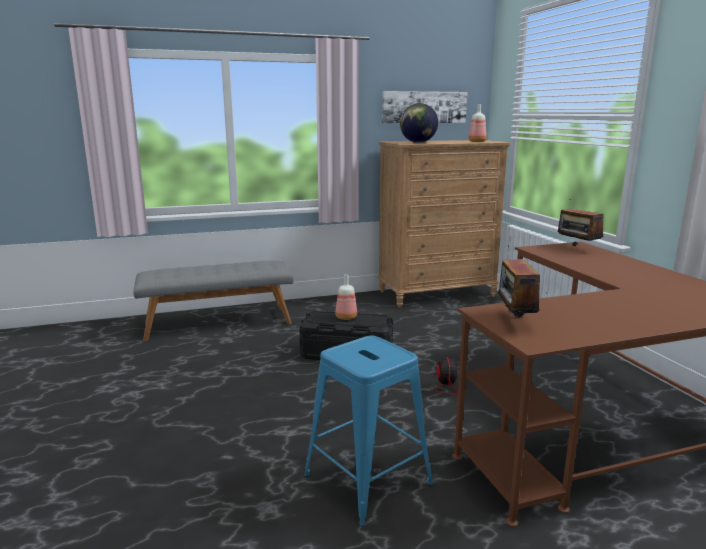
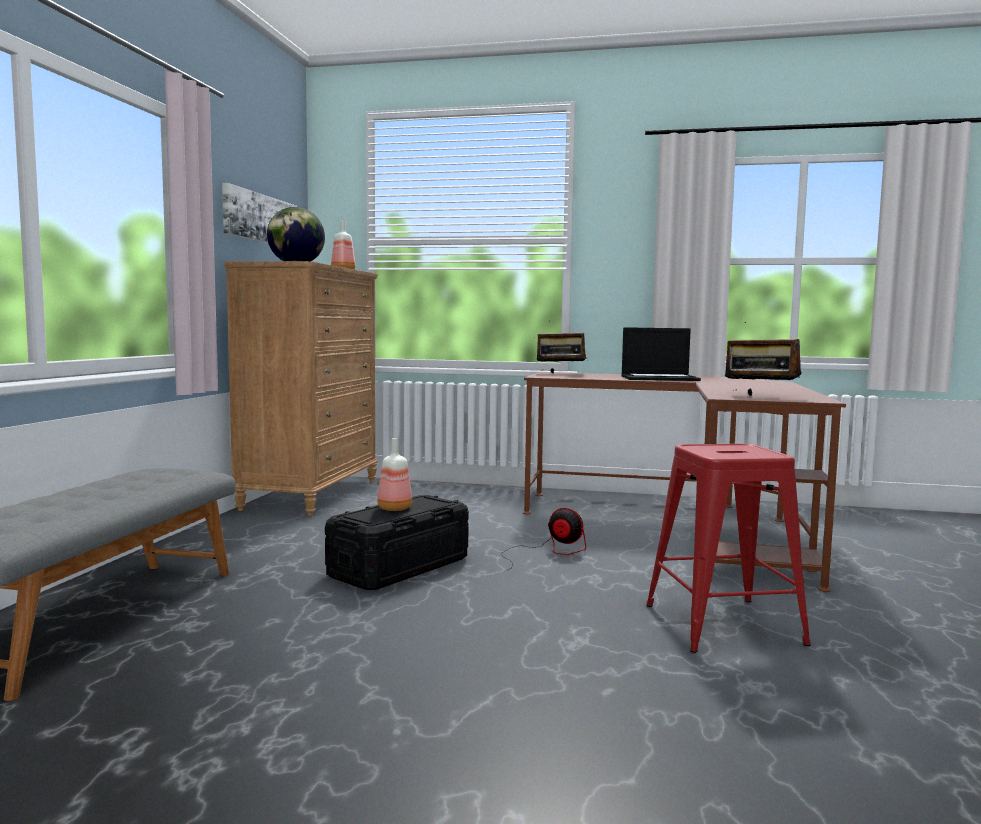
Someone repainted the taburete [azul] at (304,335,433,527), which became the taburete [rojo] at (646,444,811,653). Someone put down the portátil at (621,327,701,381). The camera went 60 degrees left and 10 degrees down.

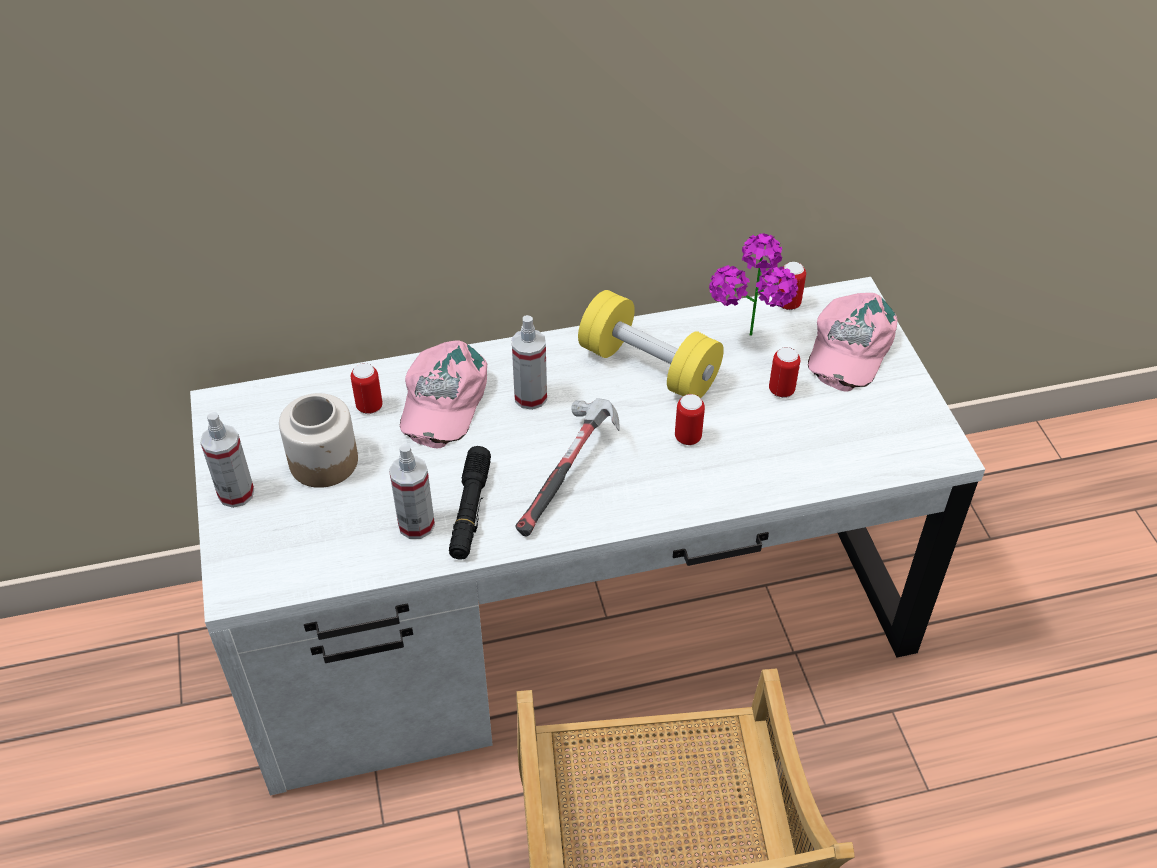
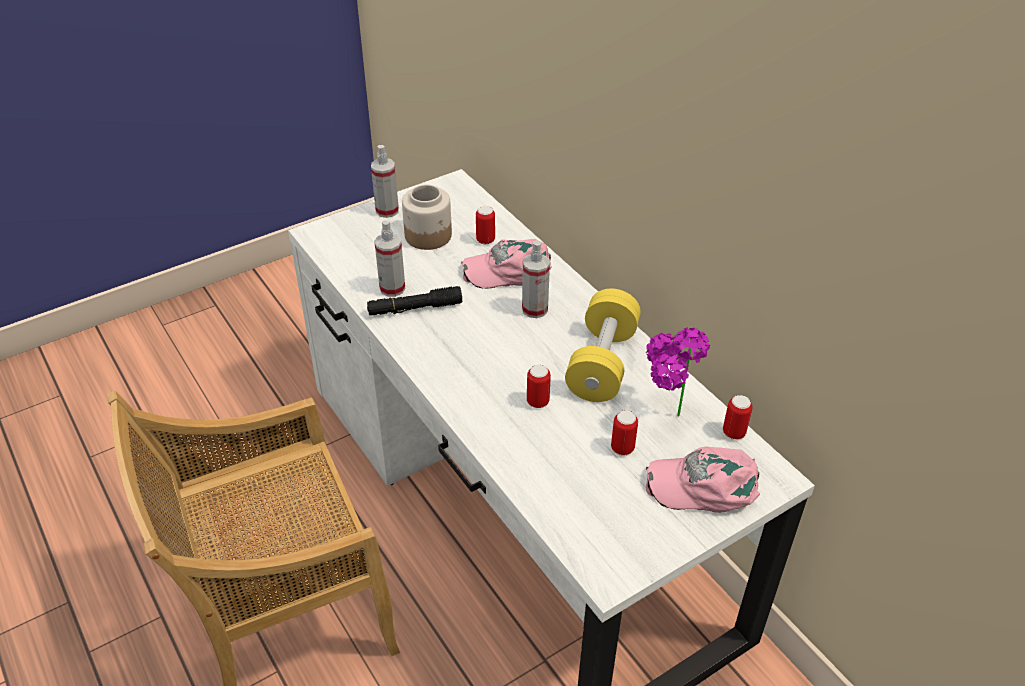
Someone took away the martillo at (515,398,619,537). The camera went 70 degrees right and 5 degrees down.

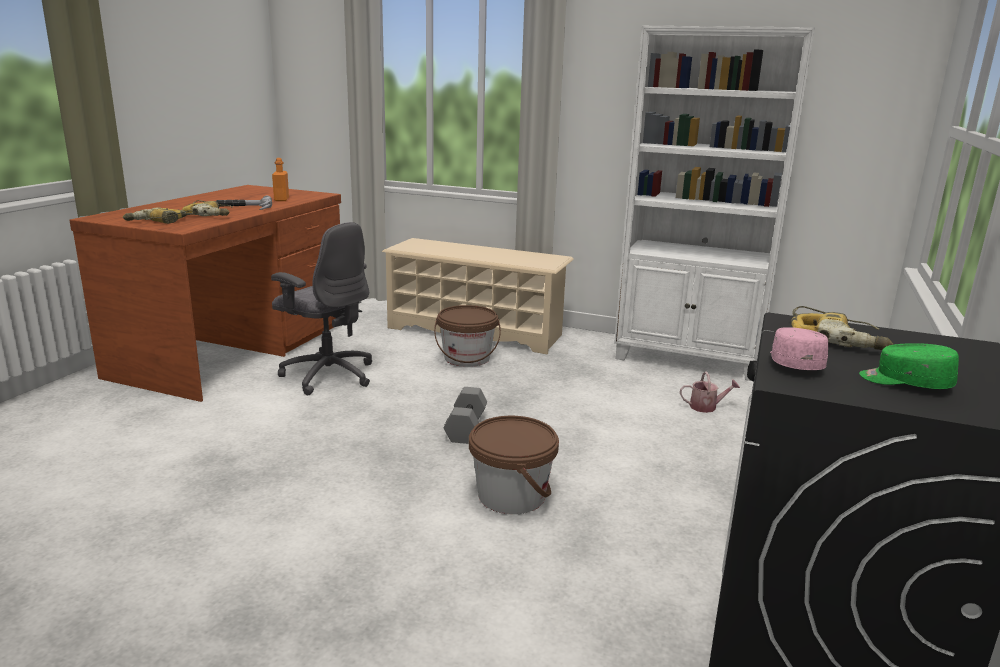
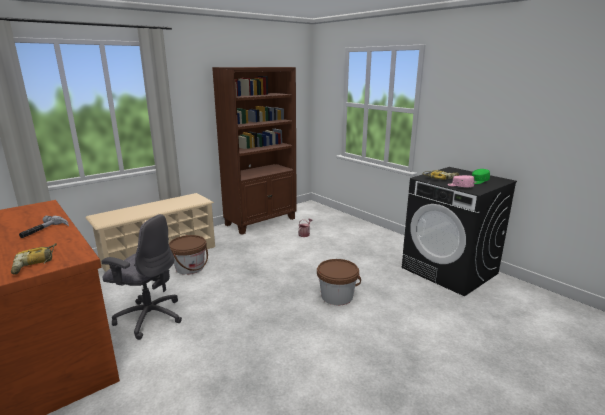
Someone took away the taladro at (182,200,233,216). Someone rotated the silla de oficina [gris] at (271,222,372,395) by 45 degrees clockwise. Someone took away the botella [naranja] at (272,158,289,201). Someone took away the mancuerna [gris] at (444,387,487,444). Someone repainted the estantería [blanco] at (614,26,815,381), which became the estantería [marrón] at (212,67,297,235). The camera went 60 degrees left and 0 degrees up.

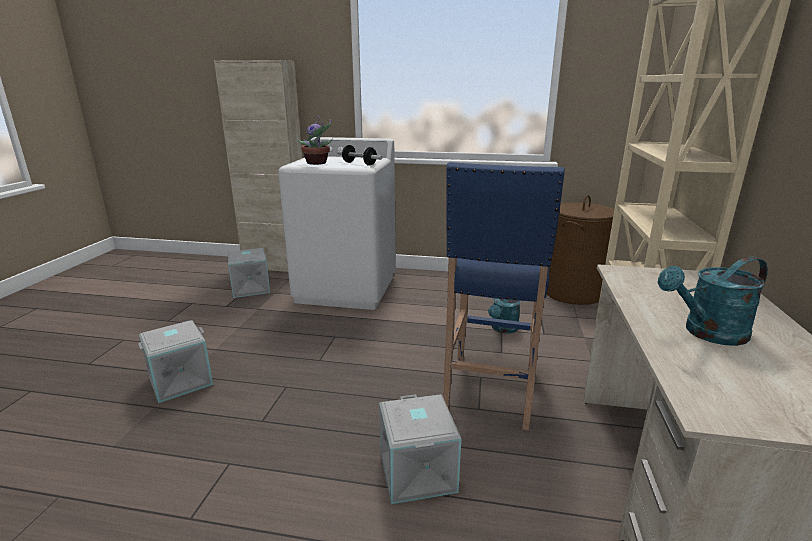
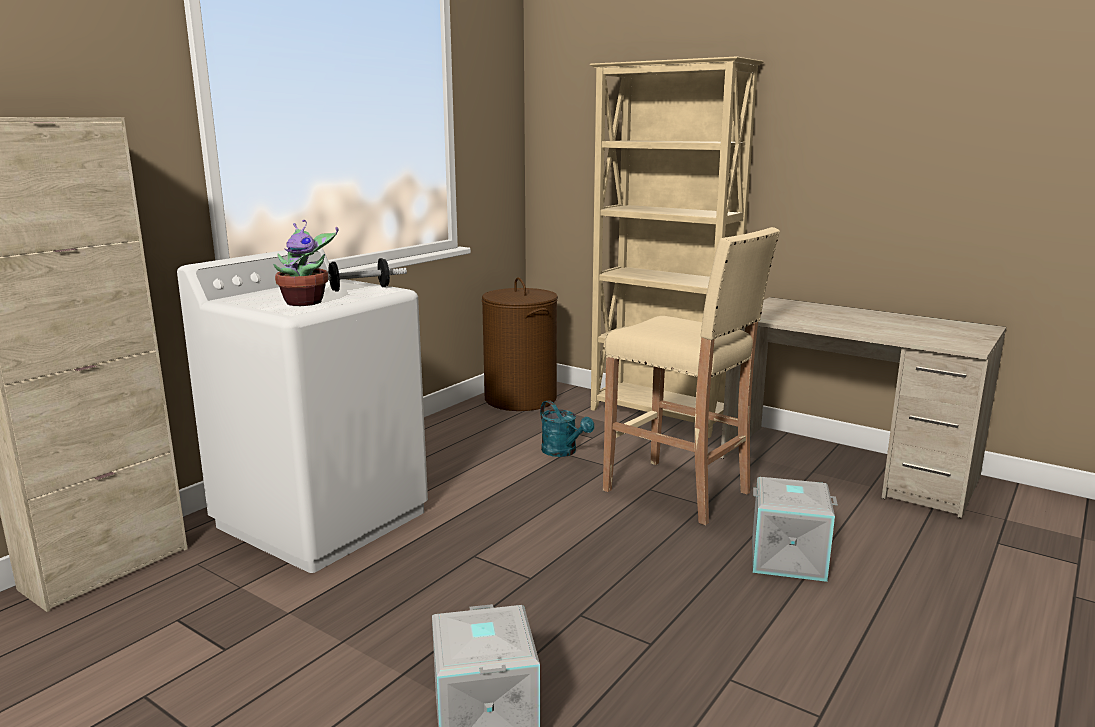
Someone took away the caja de almacenaje [gris] at (228,248,270,298). Someone repainted the taburete [azul] at (443,162,565,431), which became the taburete [beis] at (603,227,780,525). Someone took away the regadera [turquesa] at (658,256,768,346). The camera went 65 degrees left and 5 degrees down.

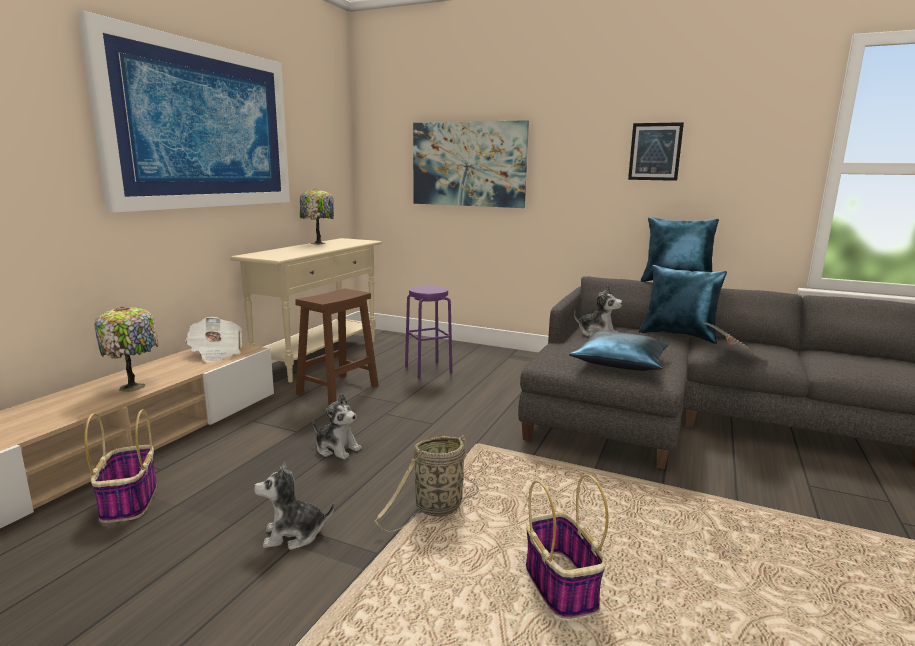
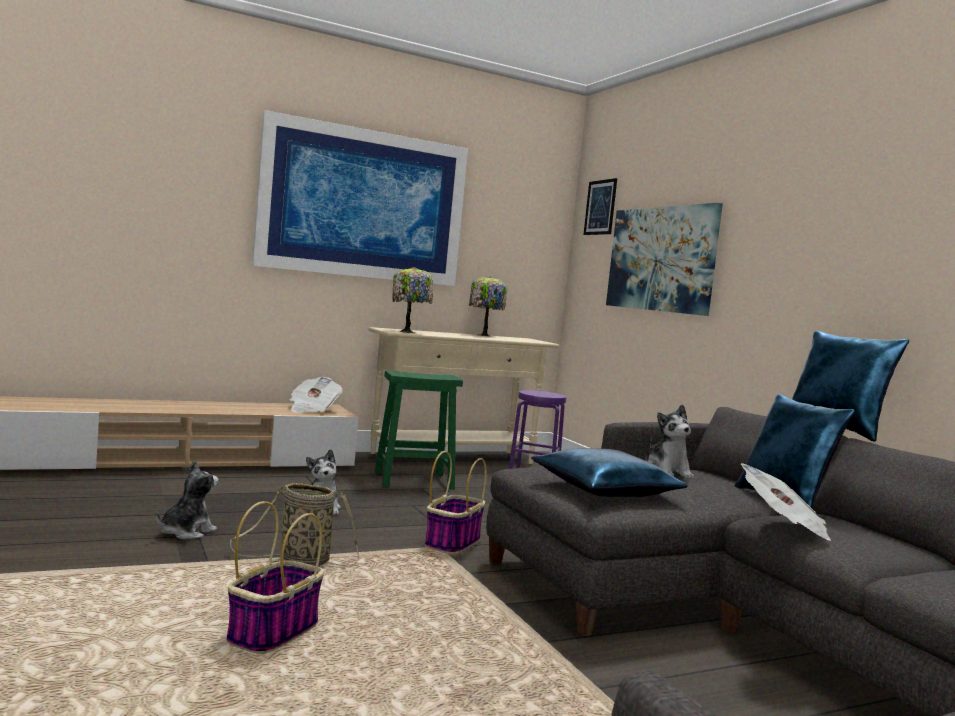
Someone carried the cesta from (84,409,157,523) to (425,451,487,555). Someone carried the lámpara de mesa from (94,307,159,392) to (393,267,433,333). Someone rotated the peluche at (254,462,335,550) by 90 degrees clockwise. Someone repainted the taburete [marrón] at (295,289,379,405), which became the taburete [verde] at (375,370,463,489). Someone carried the cuadro from (628,122,684,181) to (583,178,617,235). The camera went 40 degrees right and 10 degrees down.

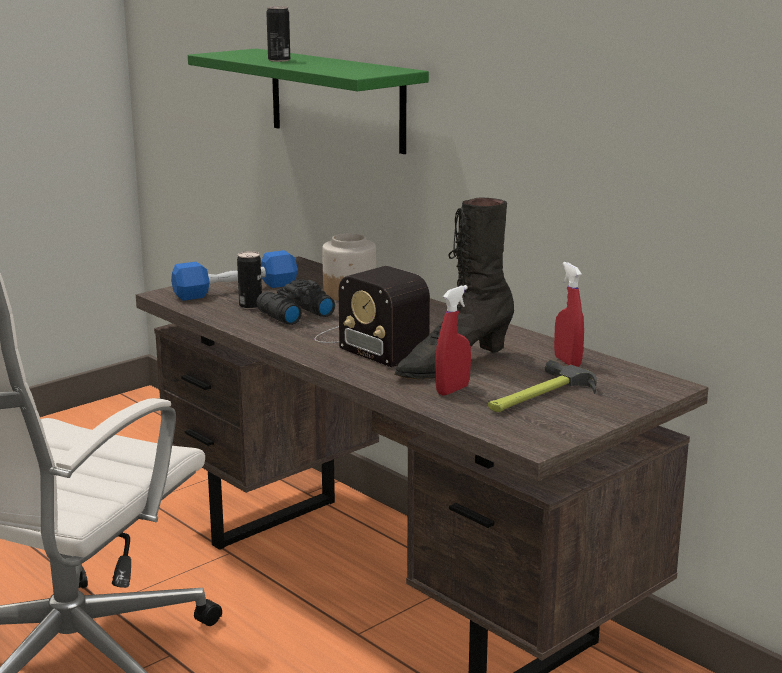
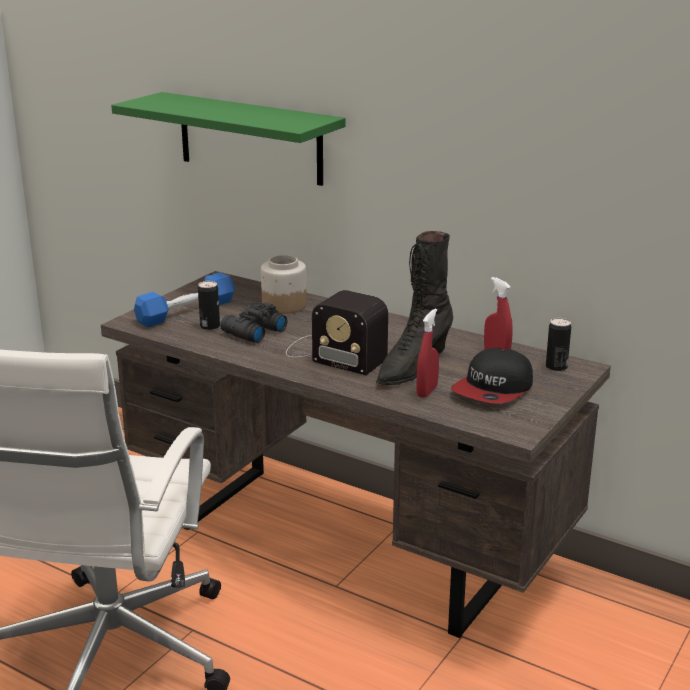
Someone carried the lata from (266,6,290,62) to (546,318,571,372). Someone swapped the martillo at (488,360,597,412) for the gorra at (451,348,533,404). The camera went 15 degrees left and 5 degrees up.

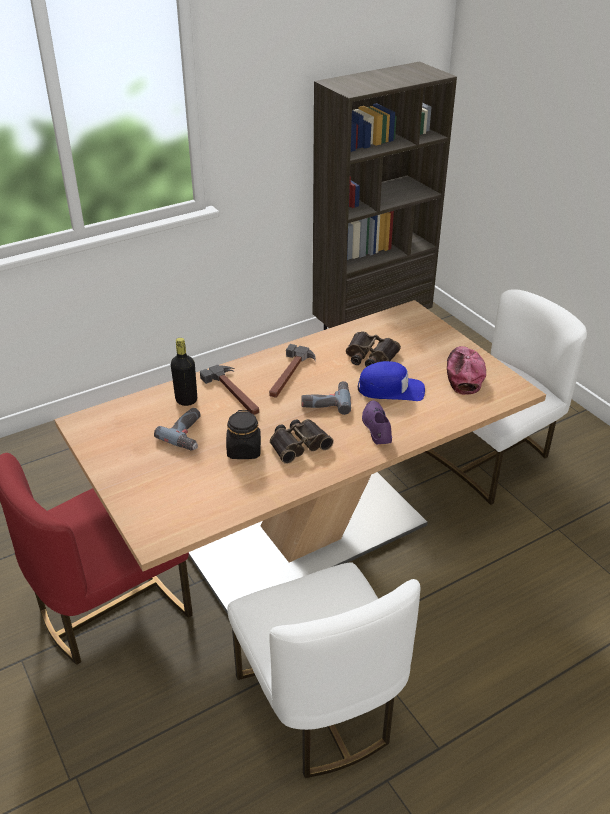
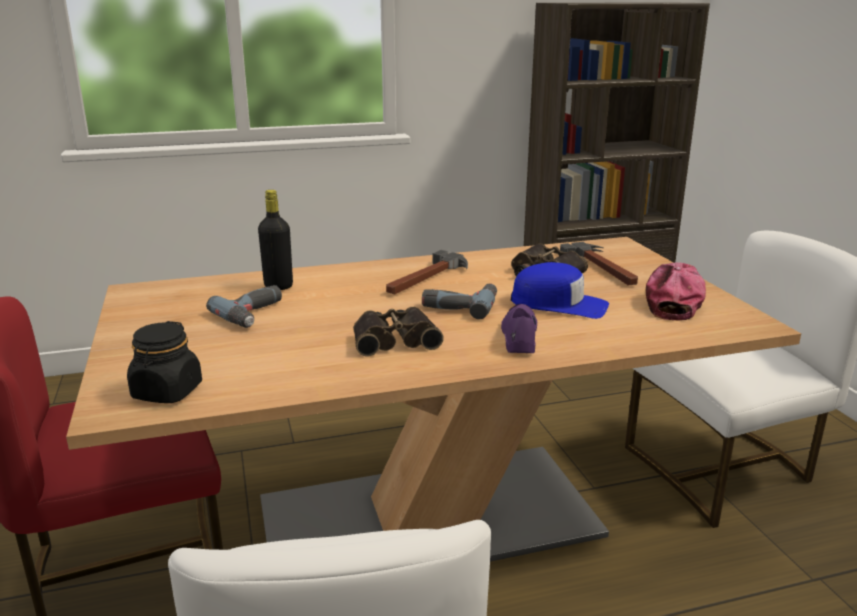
Someone carried the martillo from (200,365,259,415) to (560,242,638,286). Someone carried the tarro [negro] from (226,410,261,459) to (127,321,202,403). The camera went 15 degrees right and 15 degrees down.

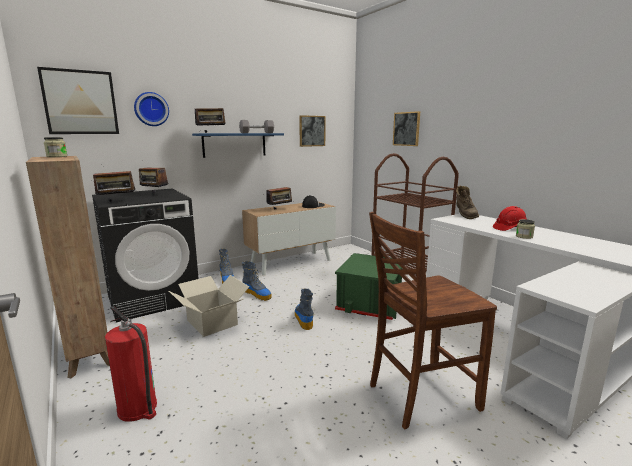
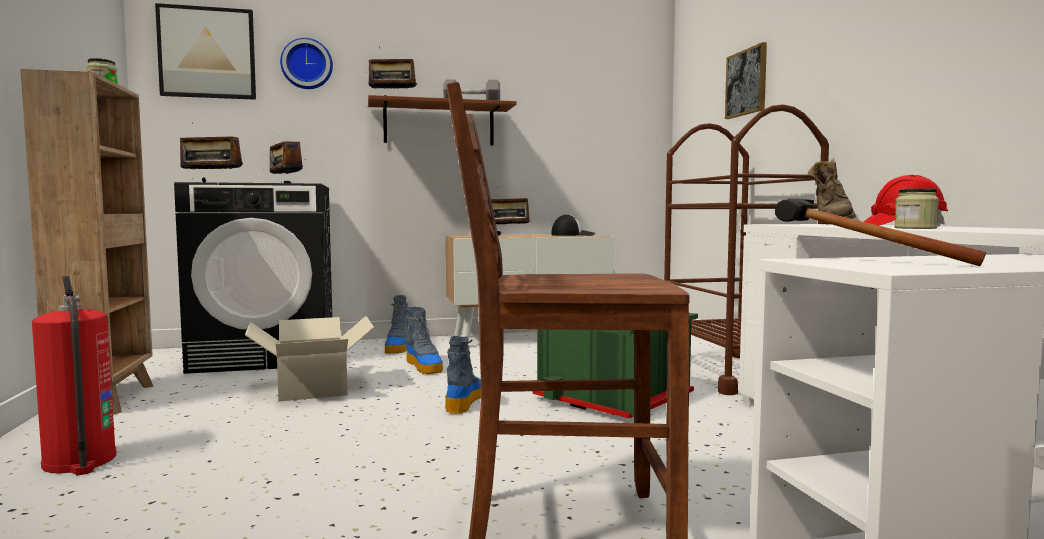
Someone repainted the estante [azul] at (192,133,284,158), which became the estante [marrón] at (368,95,517,145). Someone took away the cuadro at (299,115,326,147). Someone put down the martillo at (775,198,986,266). The camera went 20 degrees right and 10 degrees down.

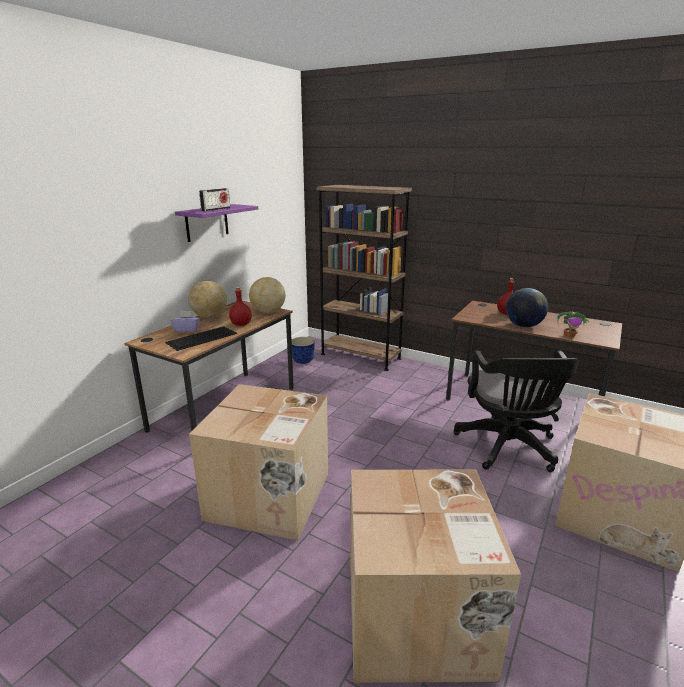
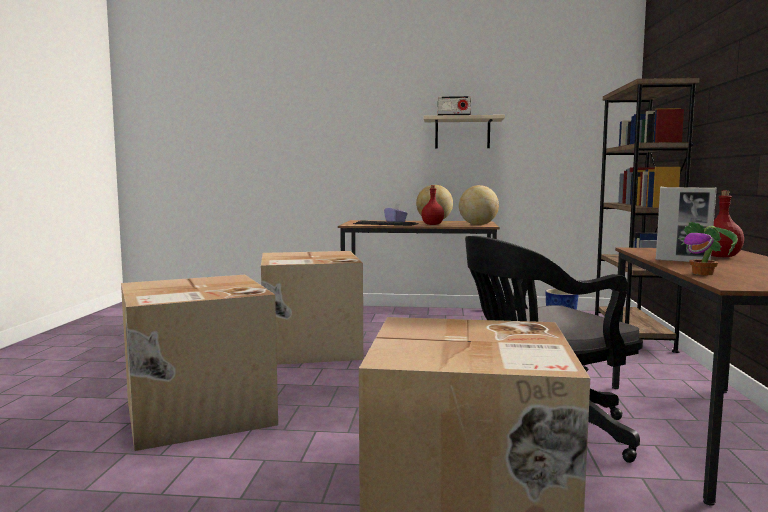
Someone repainted the estante [morado] at (175,204,258,242), which became the estante [beis] at (424,115,505,148). Someone swapped the globo terráqueo at (506,288,548,327) for the portarretratos at (655,187,717,262). The camera went 65 degrees right and 15 degrees down.

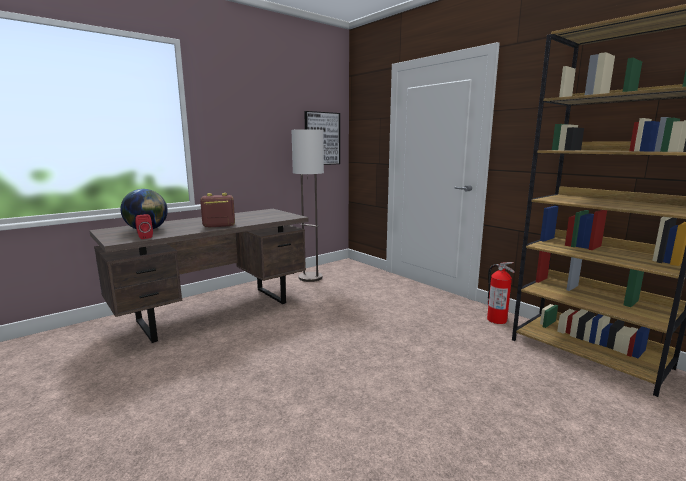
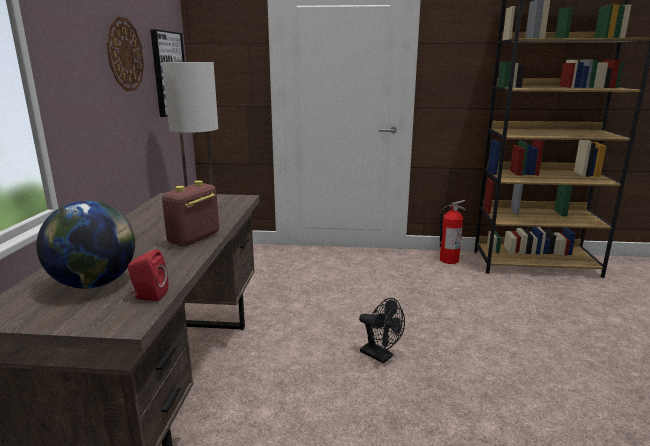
Someone put up the reloj de pared at (107,16,144,91). Someone put down the ventilador [negro] at (359,298,405,364). The camera went 45 degrees left and 5 degrees up.

